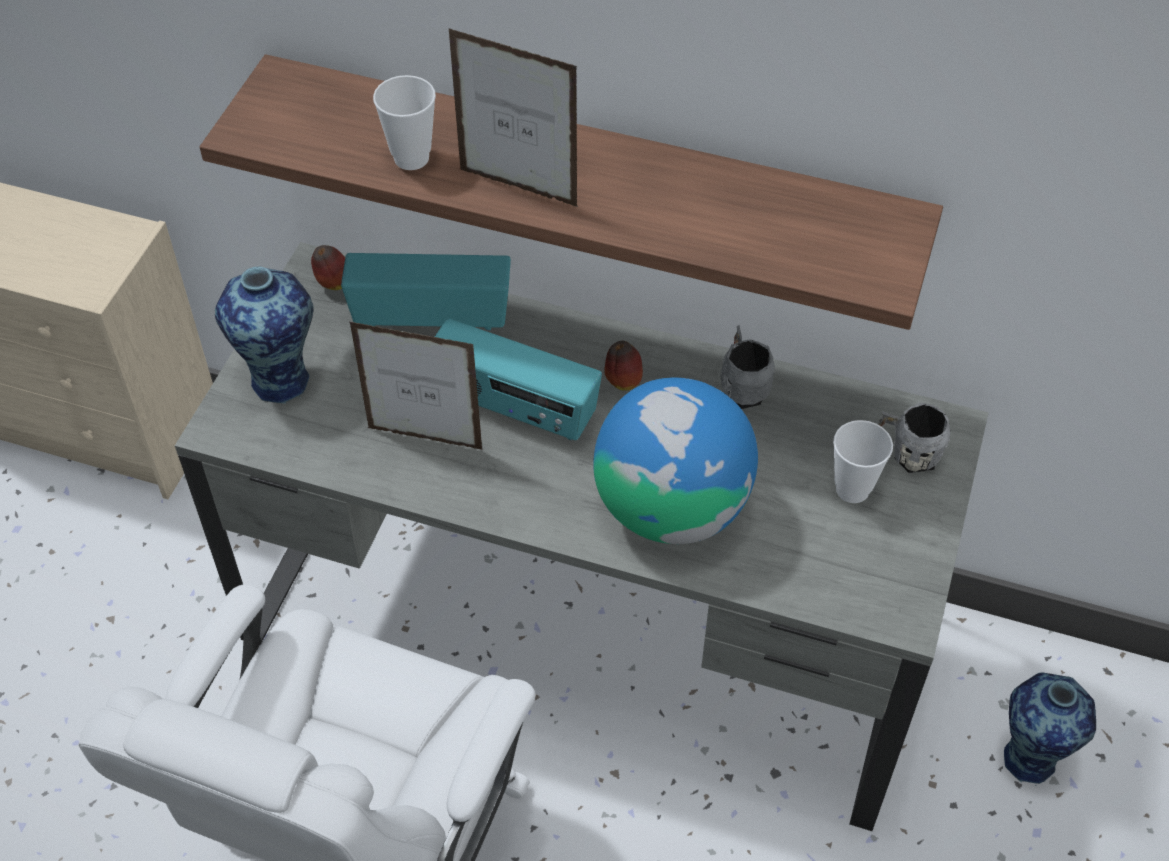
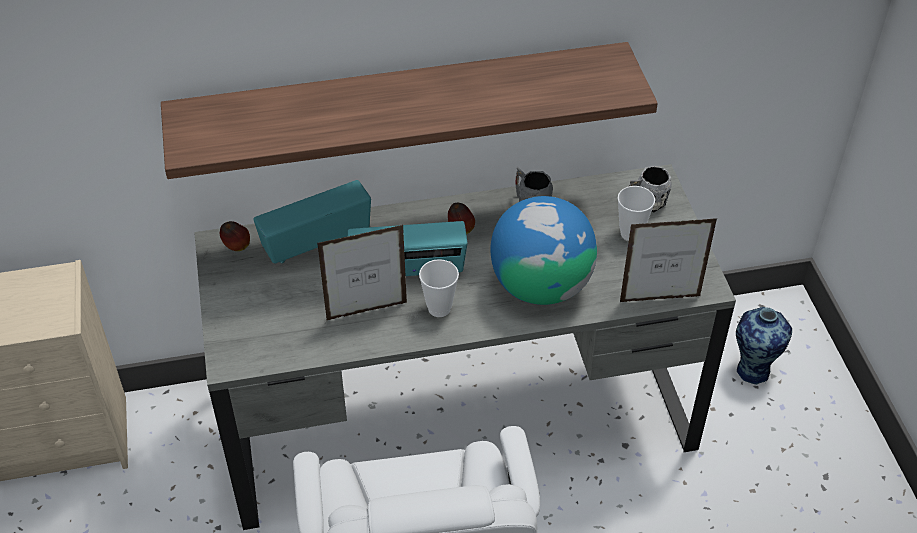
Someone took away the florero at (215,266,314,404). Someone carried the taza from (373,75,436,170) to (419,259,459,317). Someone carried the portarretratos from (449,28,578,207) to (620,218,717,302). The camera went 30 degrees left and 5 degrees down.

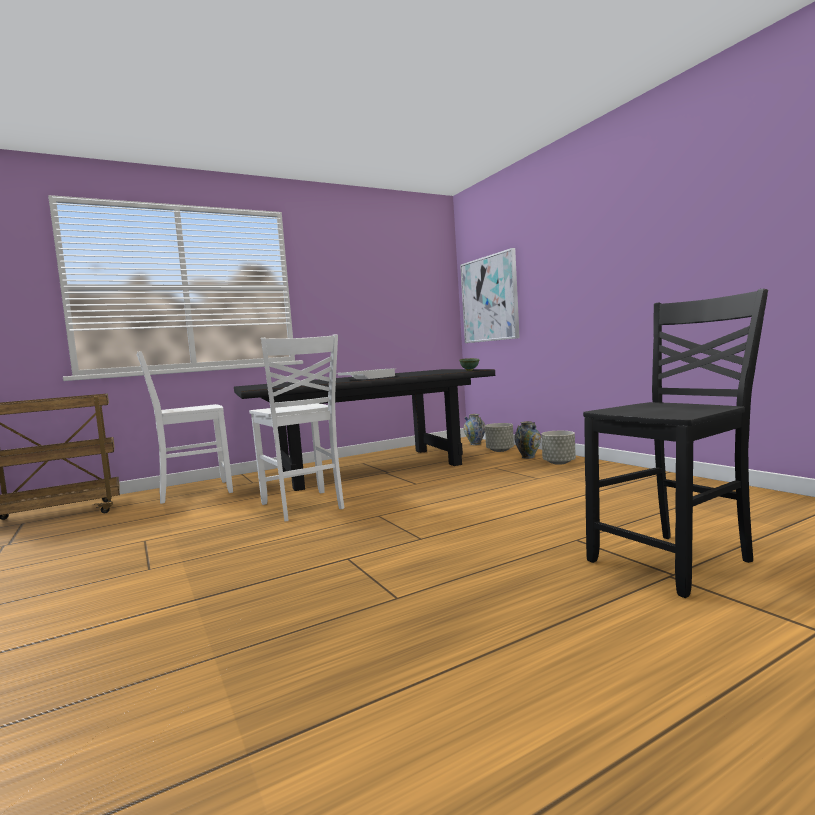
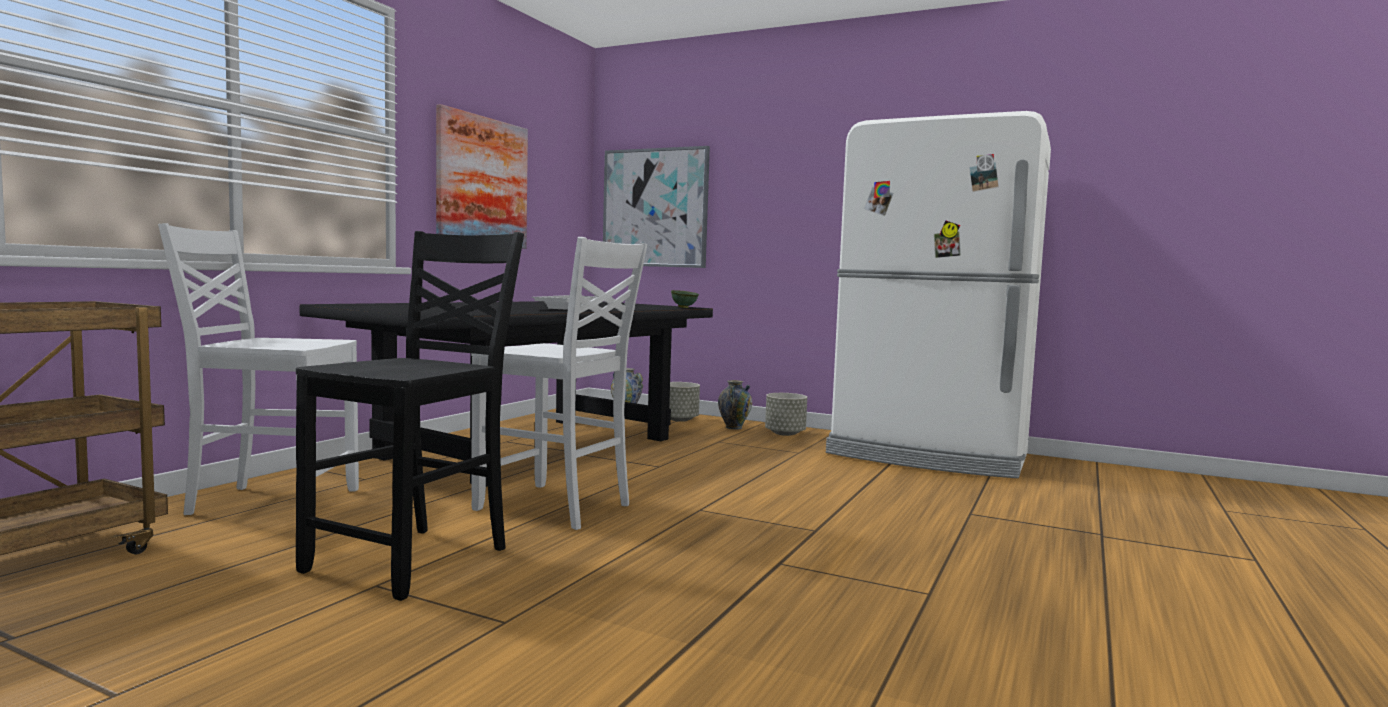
Someone rotated the silla [blanco] at (137,351,233,504) by 60 degrees clockwise. Someone carried the silla [negro] from (583,289,768,598) to (296,231,524,601). Someone put up the cuadro at (436,104,528,249). Someone put down the nevera [blanco] at (826,111,1051,478). The camera went 35 degrees left and 0 degrees up.

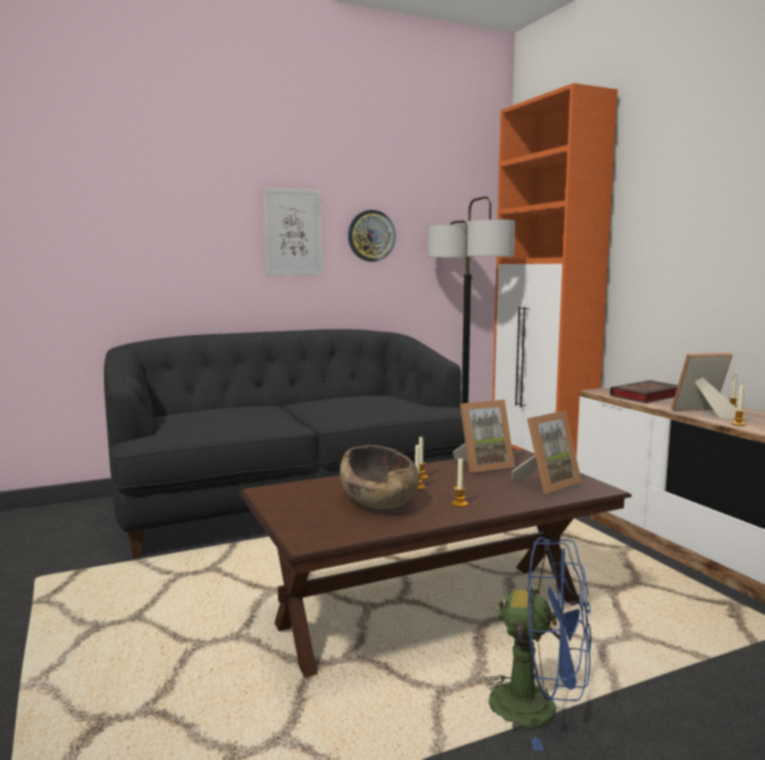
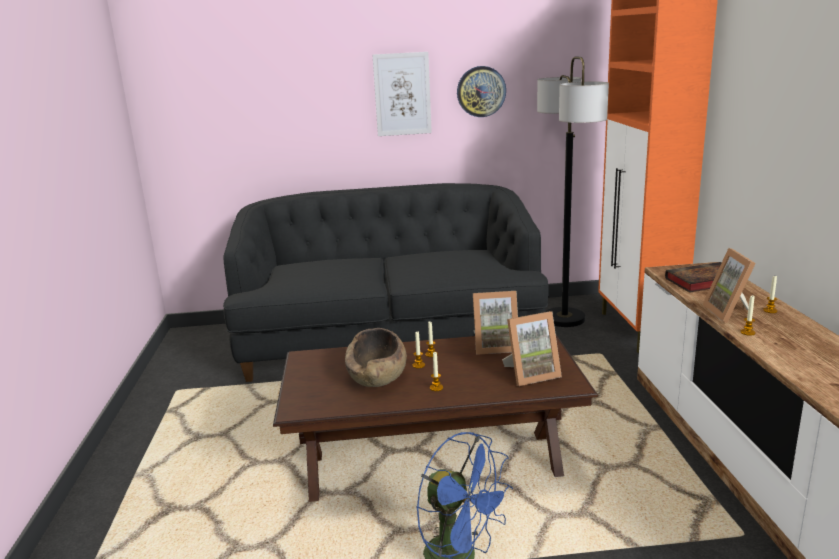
Someone rotated the portarretratos at (671,353,737,419) by 105 degrees counterclockwise. The camera went 20 degrees right and 10 degrees up.

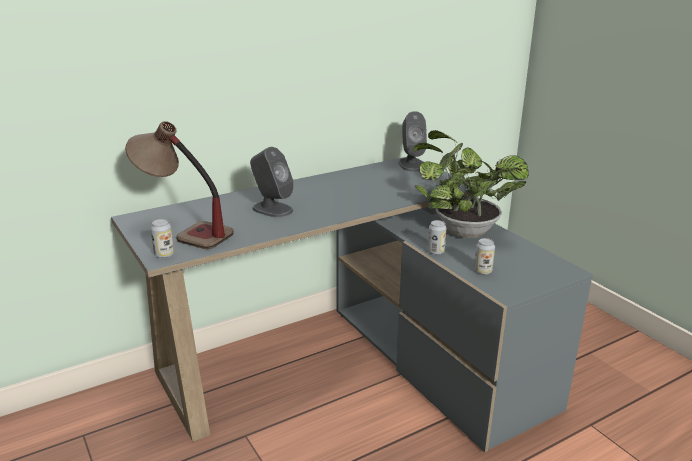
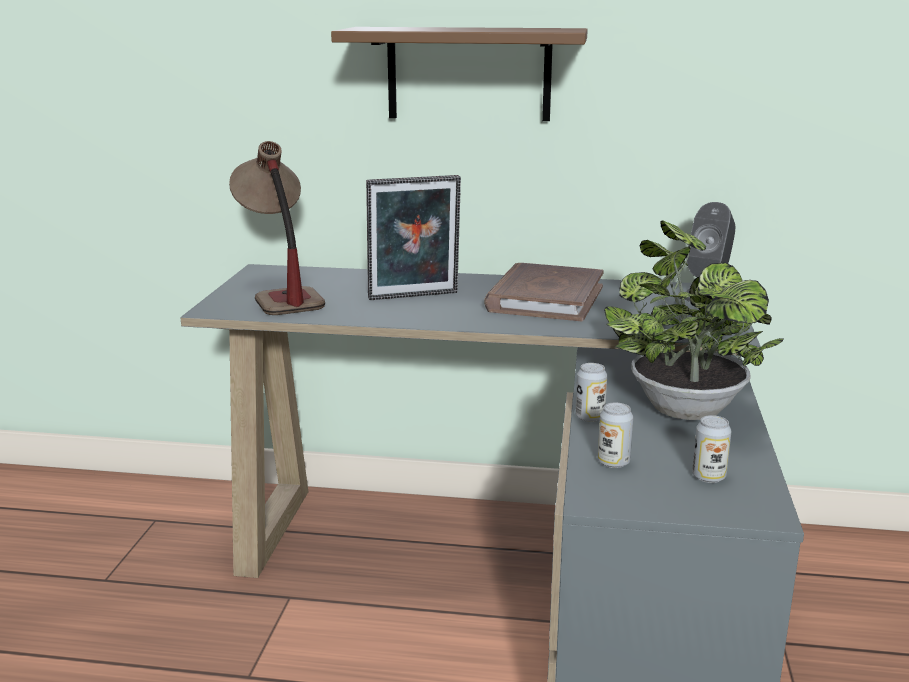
Someone carried the lata from (151,219,174,258) to (692,415,731,483). Someone swapped the altavoz [gris] at (250,147,294,217) for the portarretratos at (366,175,461,300). Someone put up the estante [marrón] at (331,27,588,121). Someone put down the libro [marrón] at (484,263,604,321). The camera went 40 degrees right and 5 degrees down.

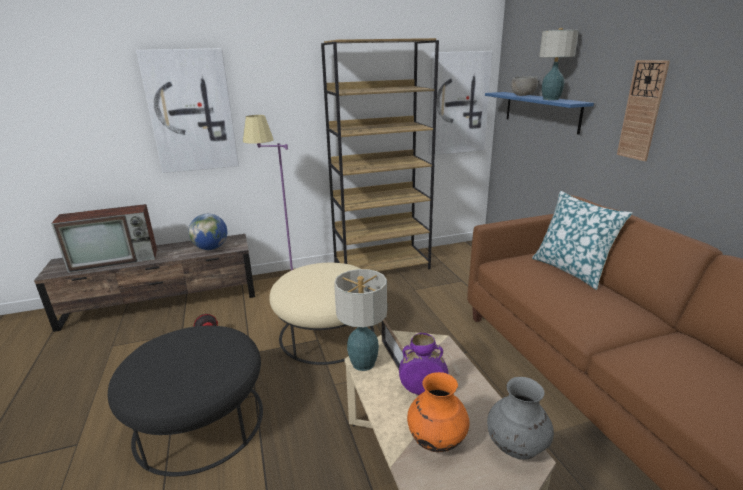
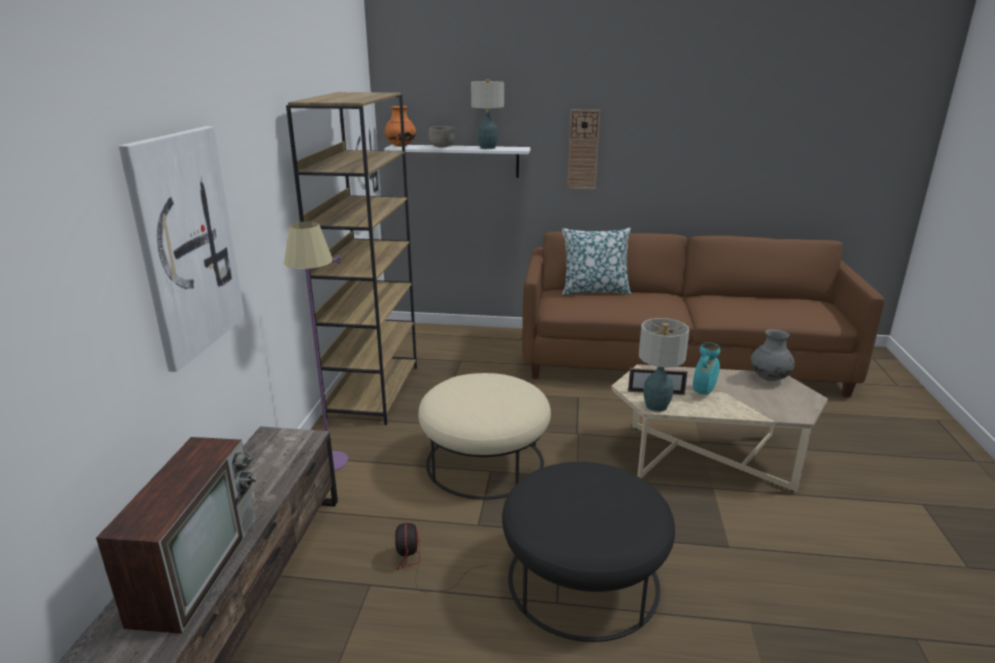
Someone took away the globo terráqueo at (189,214,227,250). Someone repainted the florero [morado] at (399,333,449,395), which became the florero [turquesa] at (693,342,720,395). Someone carried the florero [naranja] from (407,372,470,452) to (384,106,416,147). Someone repainted the estante [azul] at (485,92,594,135), which became the estante [blanco] at (384,145,531,178). The camera went 65 degrees left and 0 degrees up.

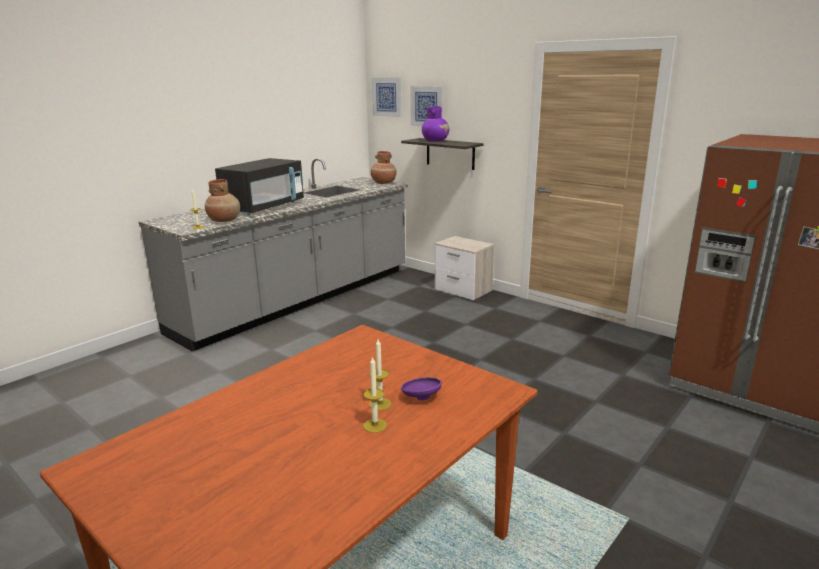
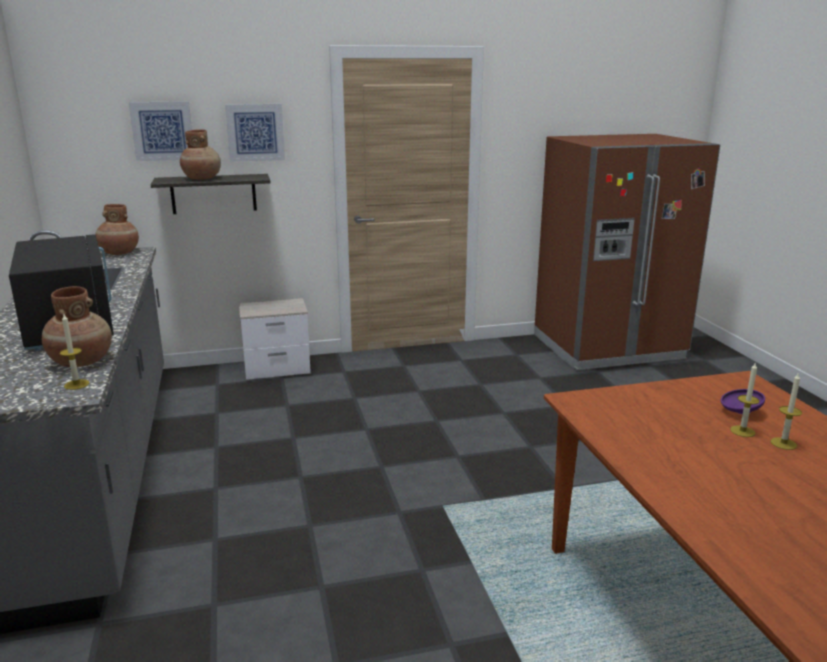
Someone carried the cuadro from (372,78,401,117) to (225,104,285,162). Someone repainted the florero [morado] at (422,106,449,142), which became the florero [marrón] at (180,129,221,179). The camera went 55 degrees left and 0 degrees up.

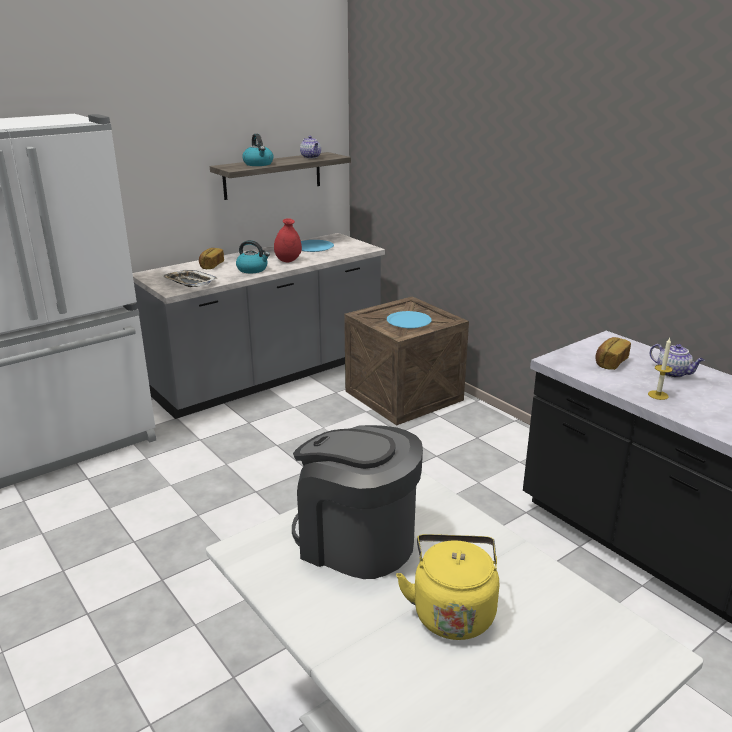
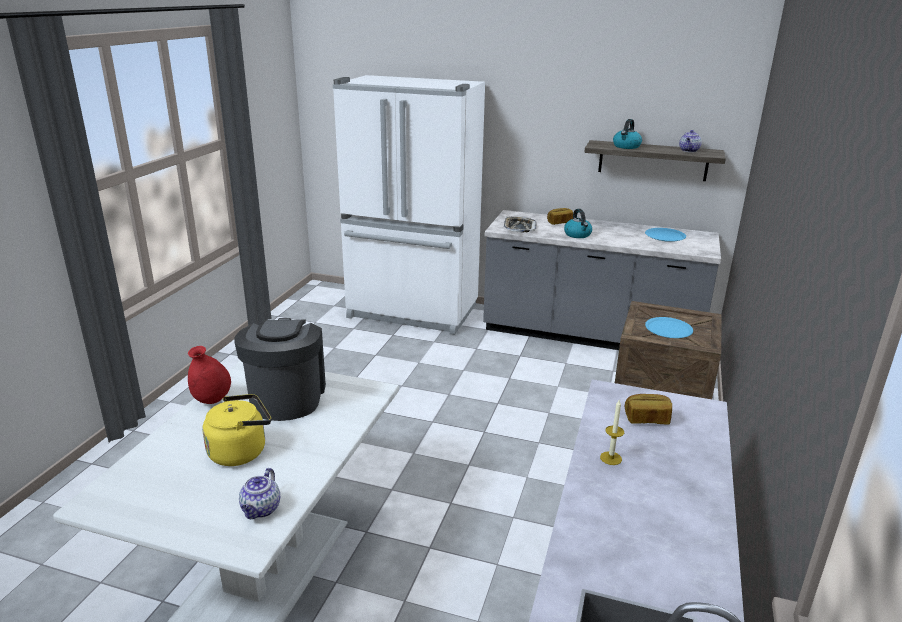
Someone carried the florero [rojo] from (274,218,302,262) to (188,346,231,404). Someone carried the tetera from (650,344,704,378) to (239,468,280,519). The camera went 55 degrees right and 0 degrees up.

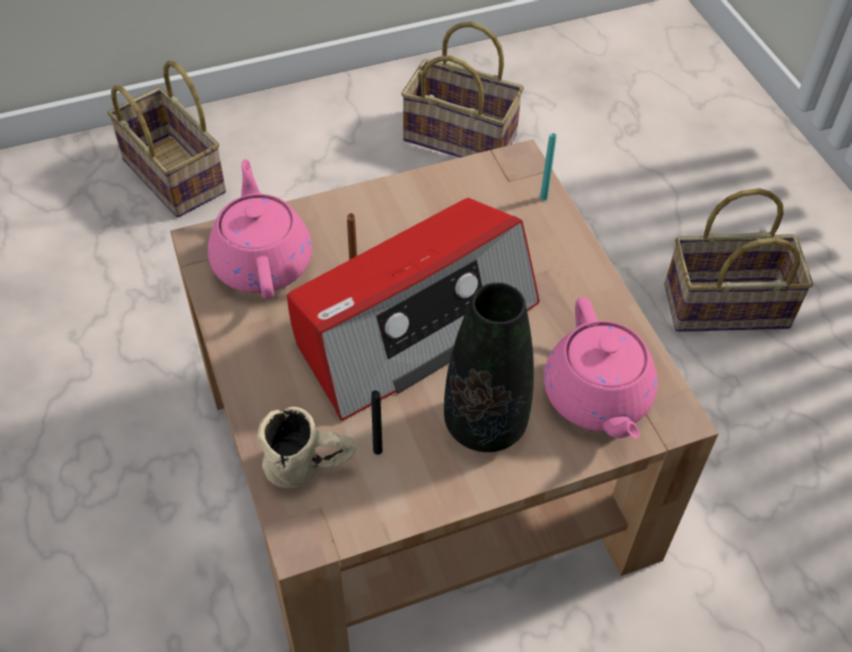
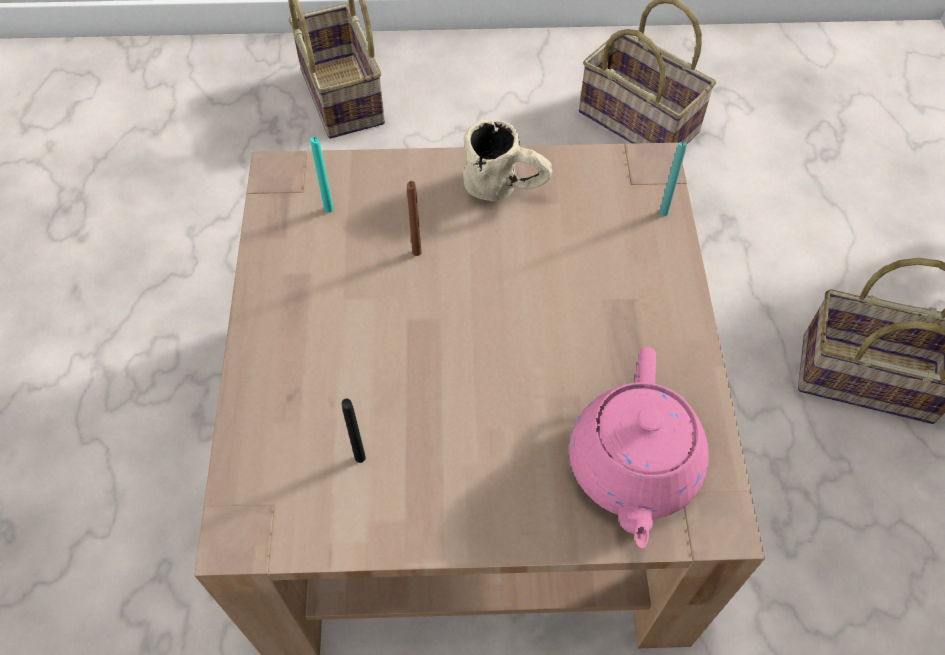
Someone swapped the tetera [rosa] at (208,159,312,299) for the vela [turquesa] at (310,137,333,213). Someone carried the taza grande [beis] from (257,407,357,488) to (463,120,553,201). Someone took away the radio at (287,198,540,421). Someone took away the florero [negro] at (444,283,534,452). The camera went 20 degrees right and 5 degrees up.

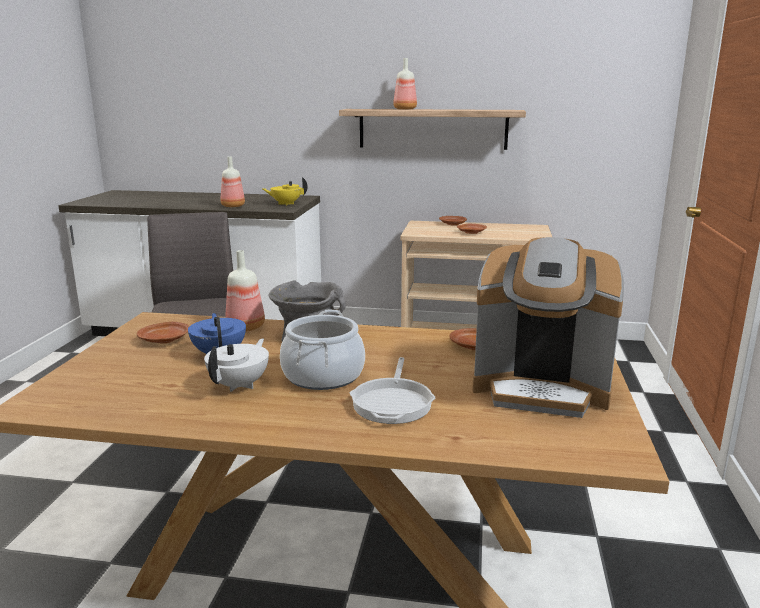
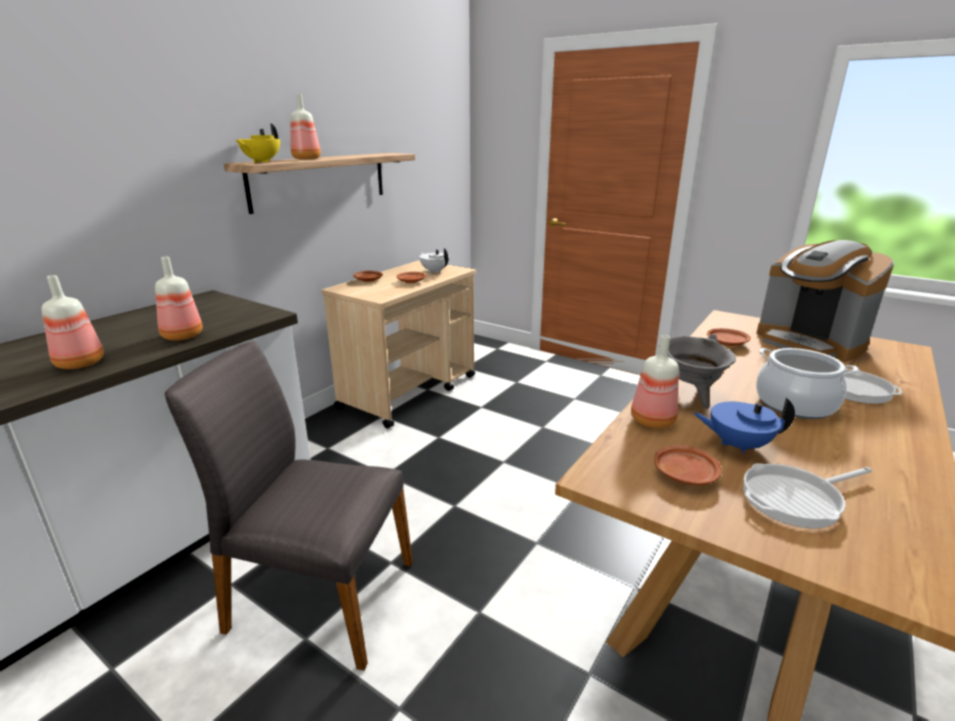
Someone carried the tetera [blanco] from (204,339,269,392) to (419,248,449,273). Someone carried the tetera [amarillo] from (262,177,308,206) to (236,123,280,163). Someone rotated the cafetera at (472,237,624,418) by 105 degrees clockwise. Someone put down the botella at (42,275,104,369). Someone put down the sartén at (743,463,872,529). The camera went 65 degrees left and 5 degrees up.

